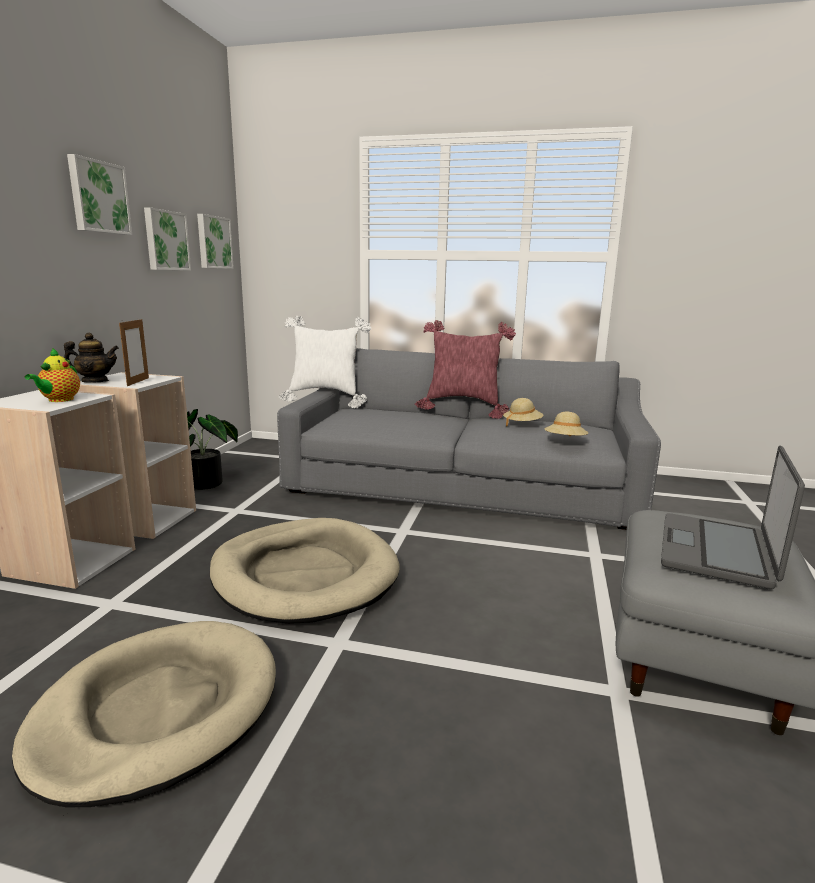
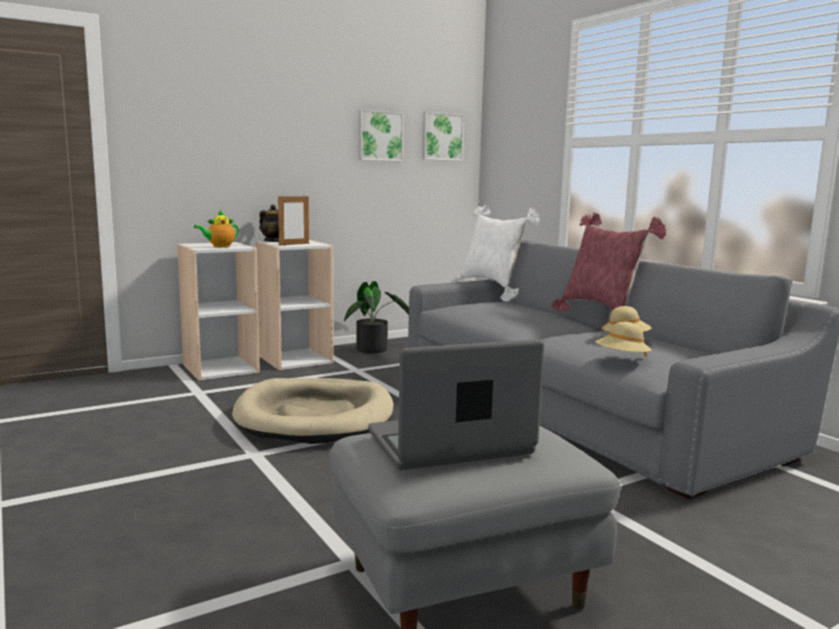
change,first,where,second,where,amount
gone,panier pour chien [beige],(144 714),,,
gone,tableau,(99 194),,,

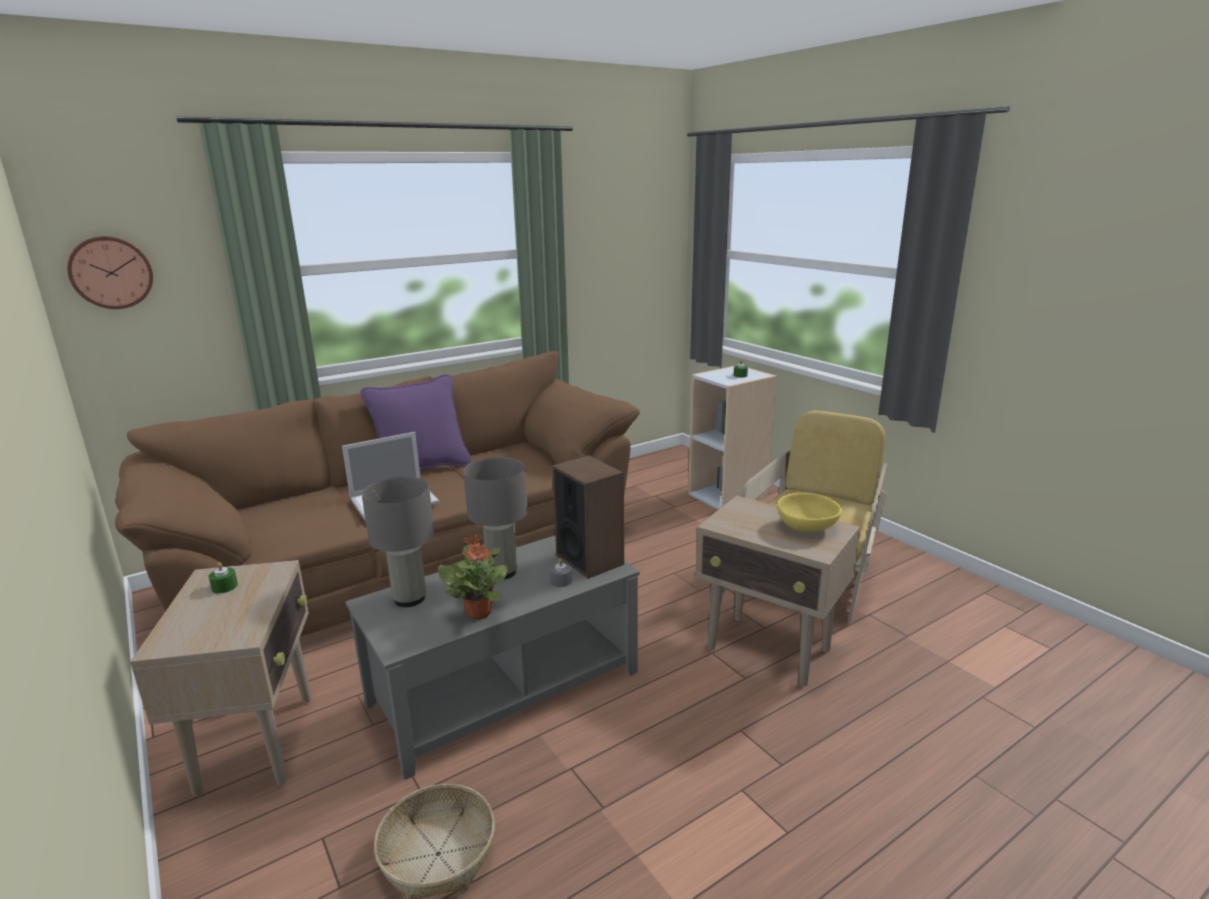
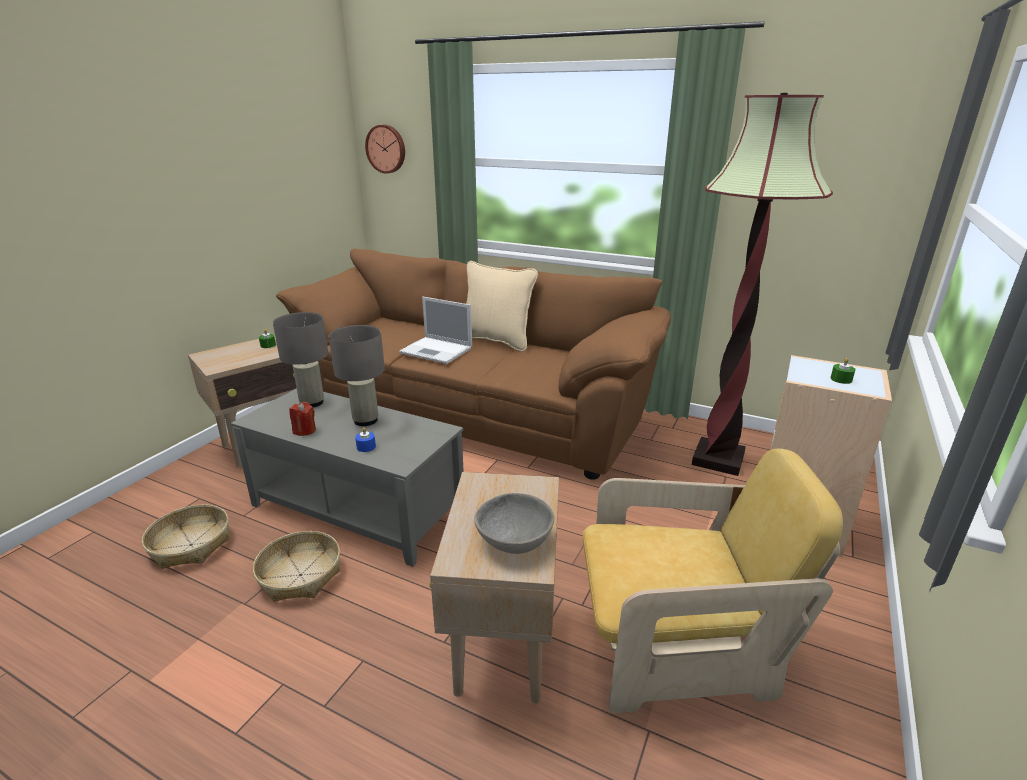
change,first,where,second,where,amount
gone,enceinte,(588 517),,,
new,,,panier,(296 566),
new,,,lampadaire,(762 284),
swapped,plante en pot,(472 577),bougie [rouge],(302 419),
repainted,coussin [violet],(415 422),coussin [beige],(502 306),
repainted,bougie [gris],(561 572),bougie [bleu],(365 439),
repainted,bol [jaune],(809 512),bol [gris],(514 523),

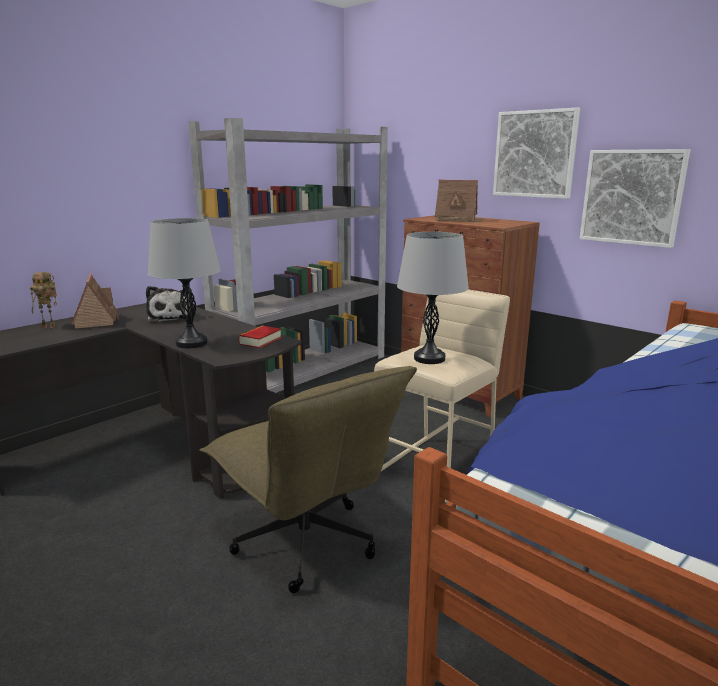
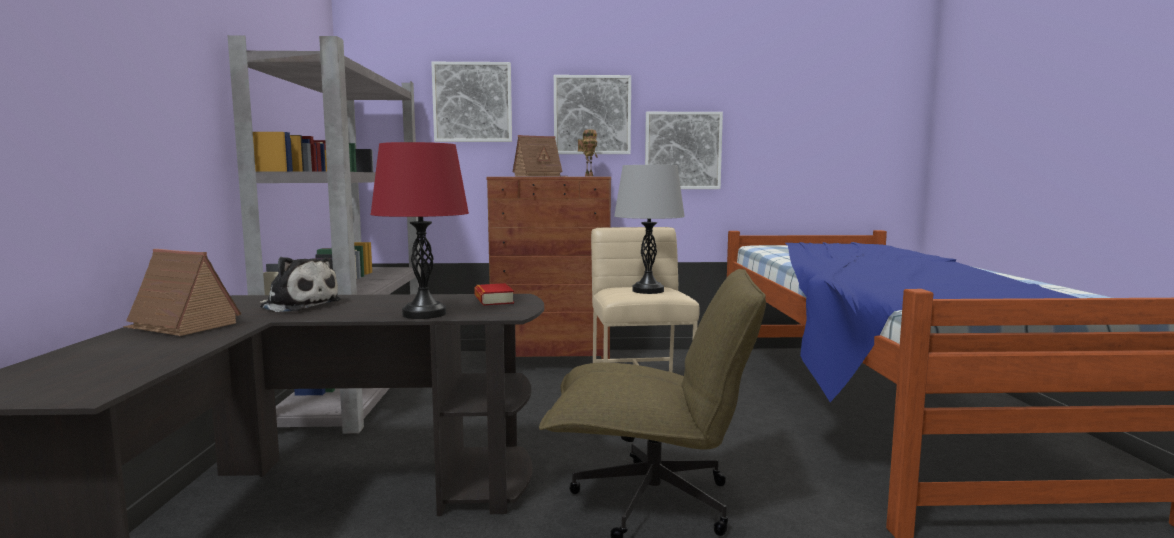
change,first,where,second,where,amount
new,,,tableau,(471 102),
shifted,robot jouet,(43 300),,(588 153),
repainted,lampe de table [gris],(184 283),lampe de table [rouge],(419 230),

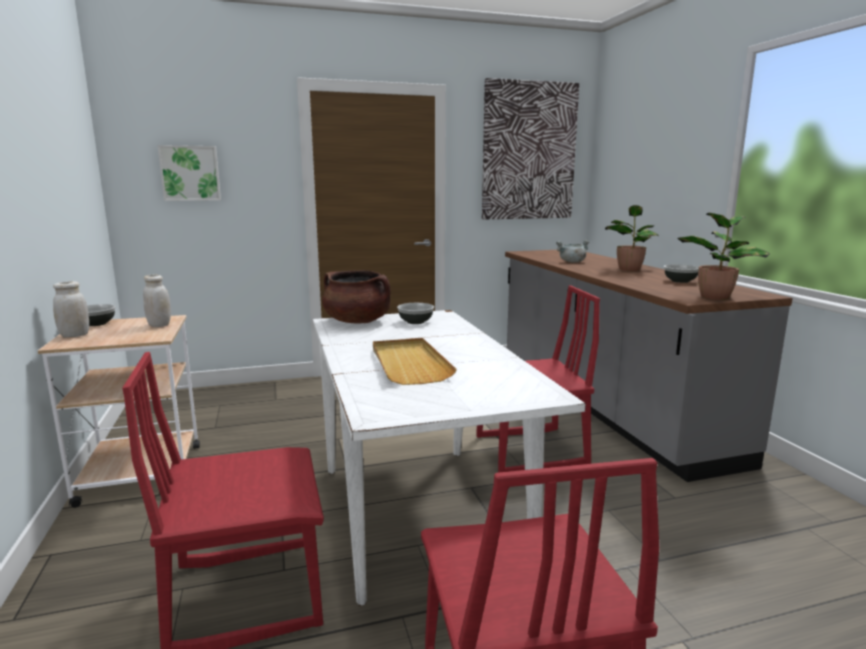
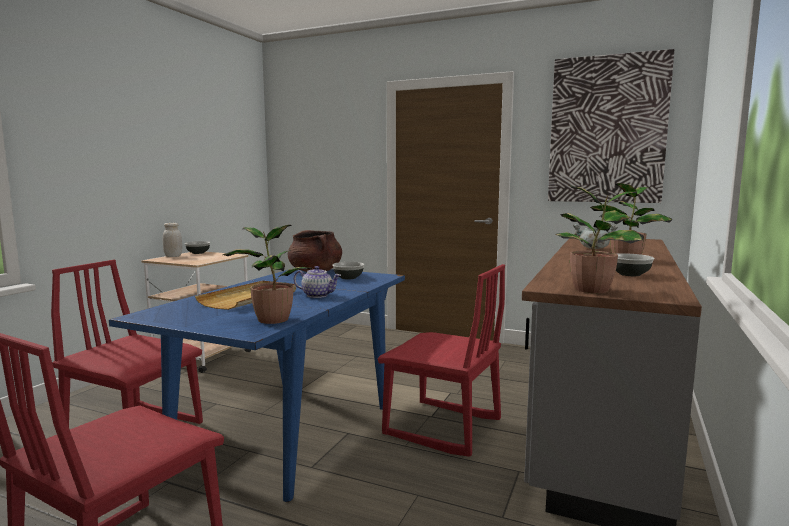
change,first,where,second,where,amount
gone,bocal [blanc],(157 301),,,
gone,tableau,(189 173),,,
new,,,plante en pot,(267 274),
new,,,théière,(317 282),
repainted,table à manger [blanc],(449 457),table à manger [bleu],(257 385),

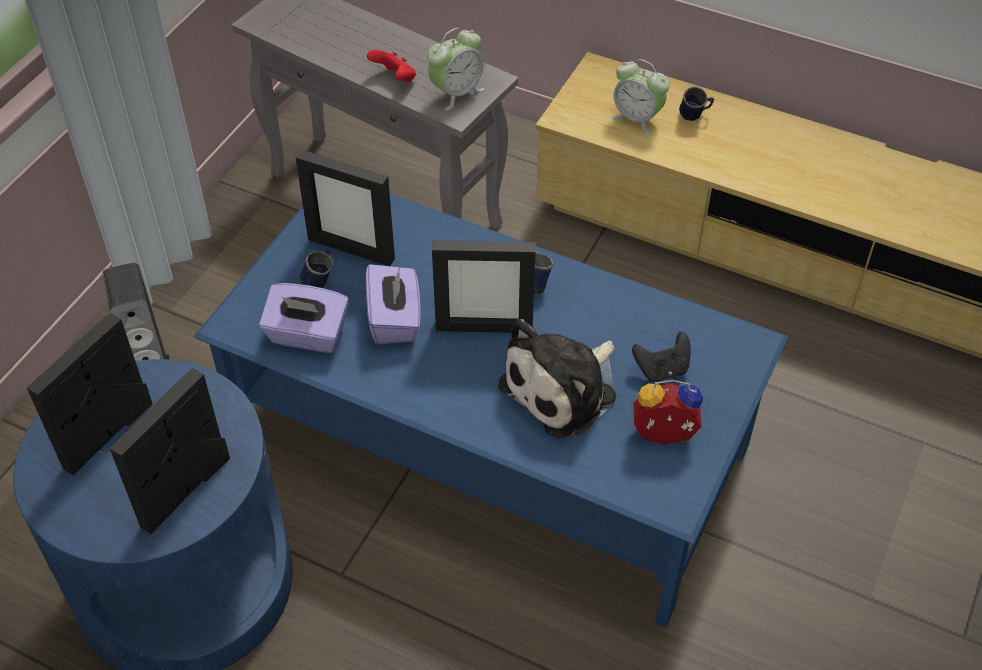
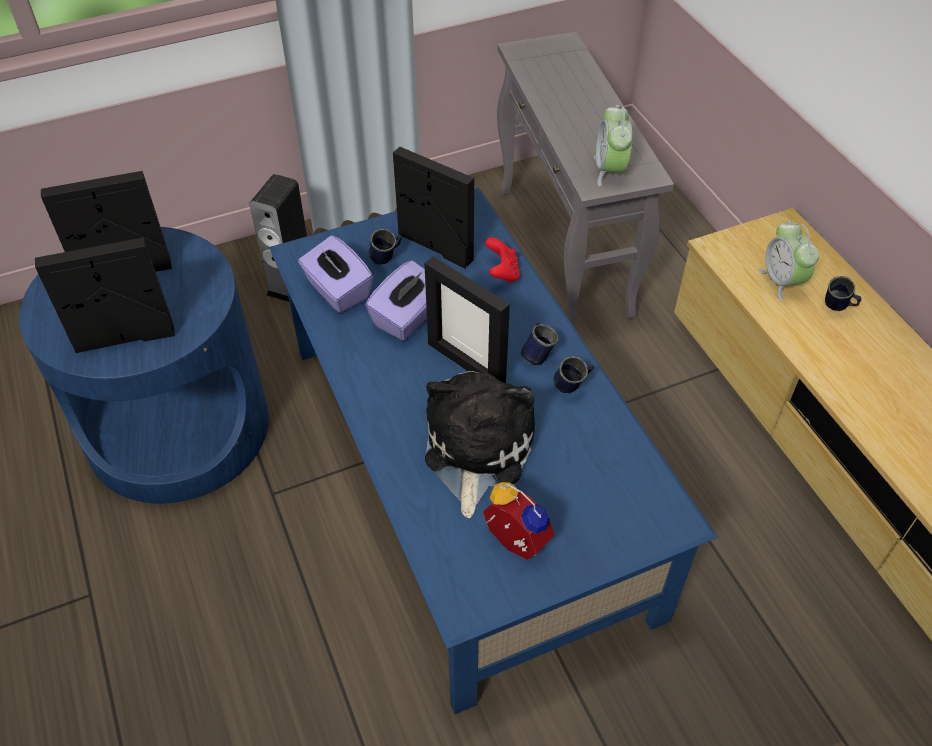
change,first,where,second,where,amount
gone,manette [noir],(661 357),,,
new,,,mug [bleu],(574 374),
shifted,manette [rouge],(391 65),,(502 260),
rotated,cadre photo,(345 208),,(433 208),150 degrees clockwise
rotated,réveil,(456 69),,(613 146),90 degrees clockwise
rotated,peluche,(557 378),,(480 444),105 degrees clockwise

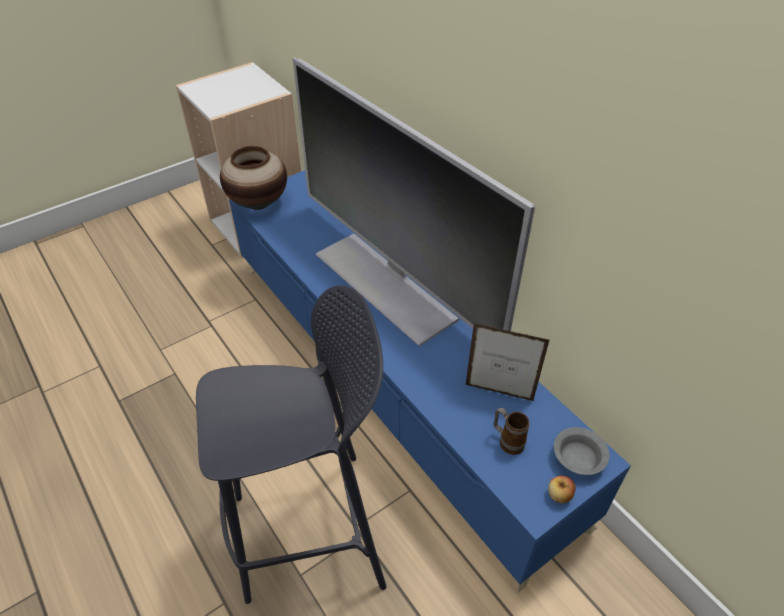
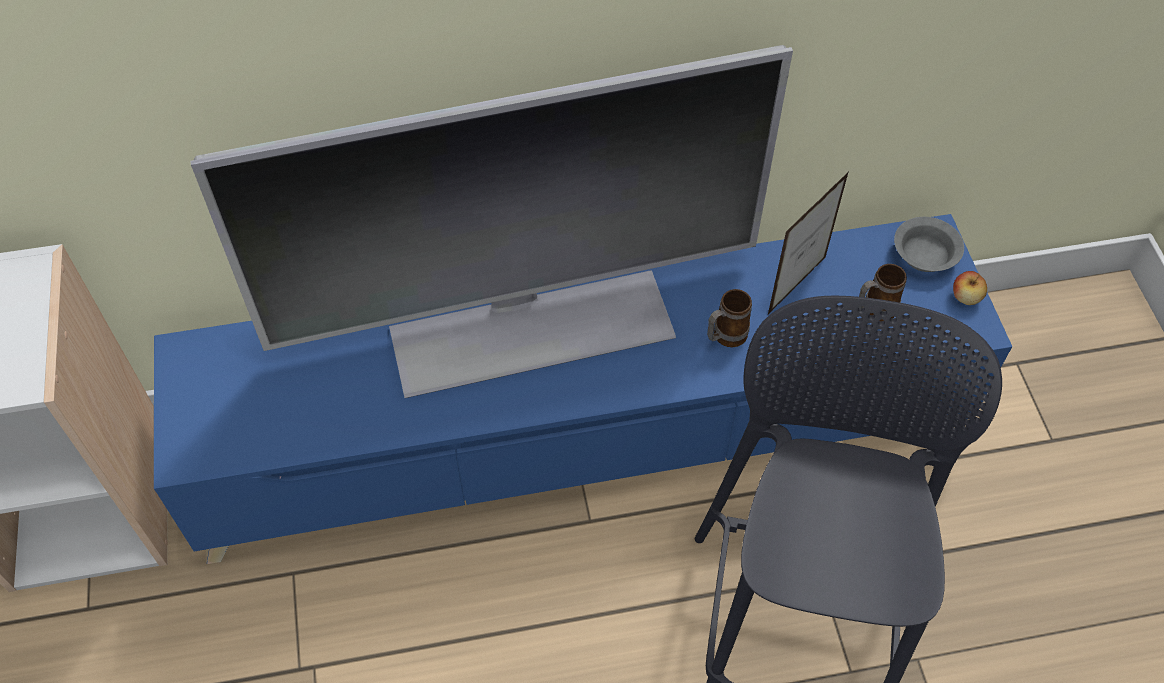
change,first,where,second,where,amount
gone,vase,(253 178),,,
new,,,mug,(729 318),

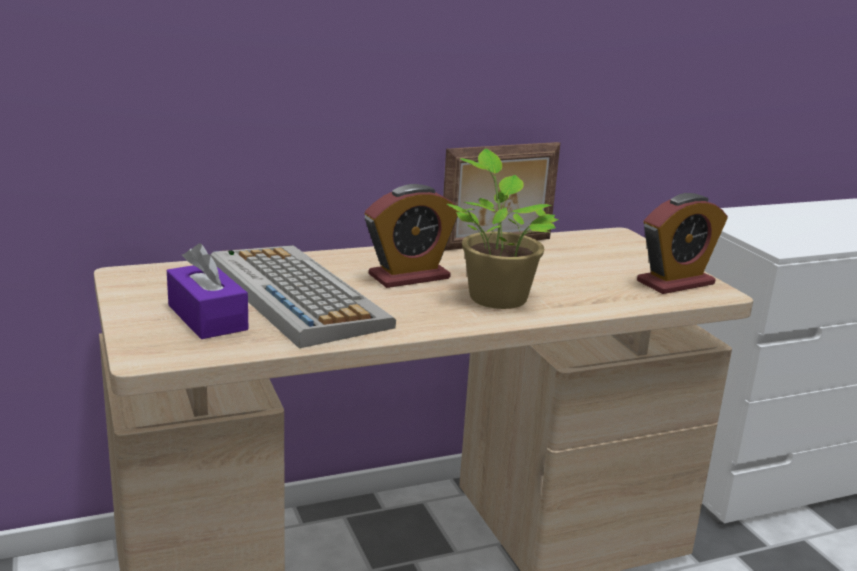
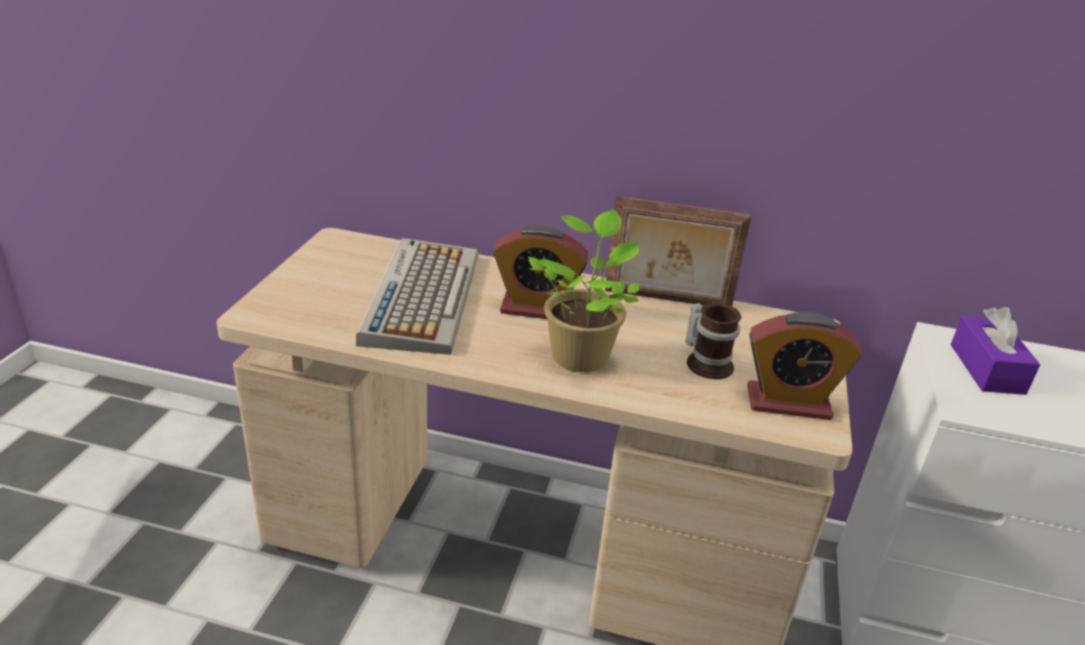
change,first,where,second,where,amount
new,,,mug,(713 341),
shifted,boîte à mouchoirs [violet],(207 291),,(995 351),

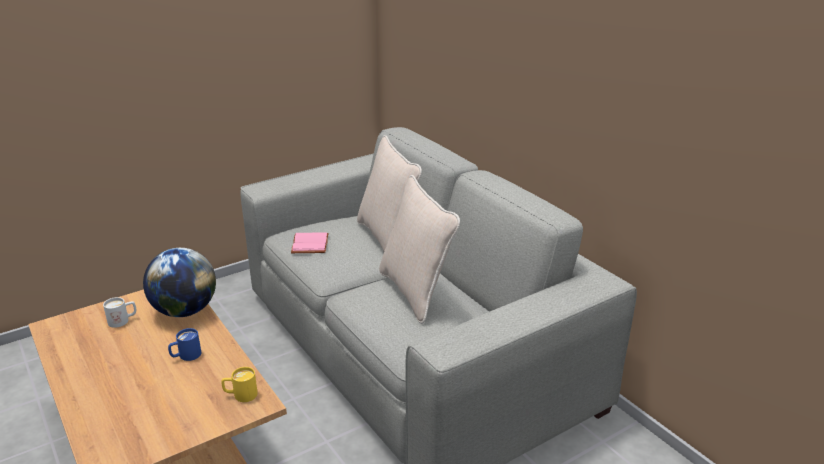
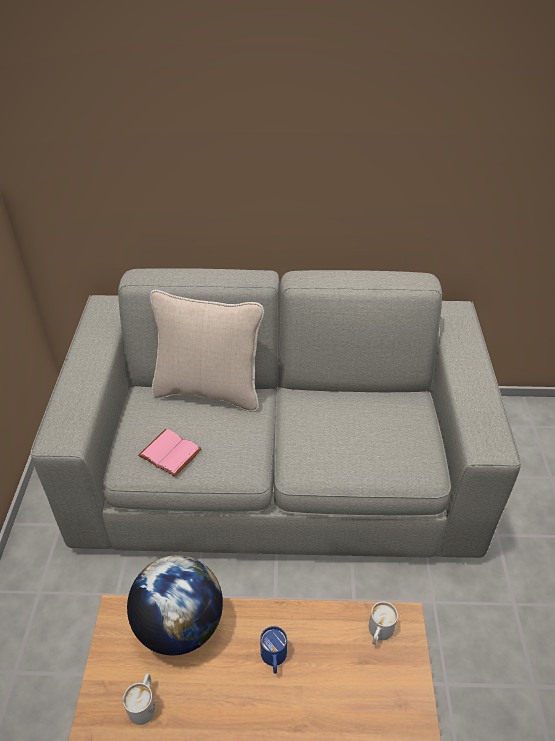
change,first,where,second,where,amount
gone,coussin [beige],(419 249),,,
repainted,mug [jaune],(239 384),mug [blanc],(383 623),

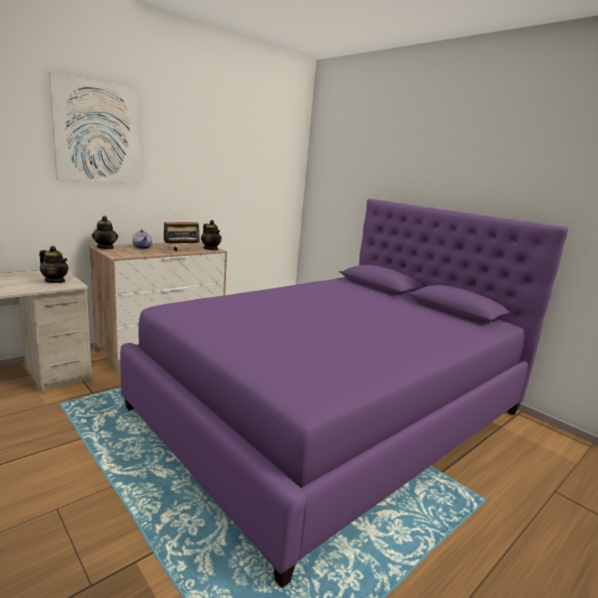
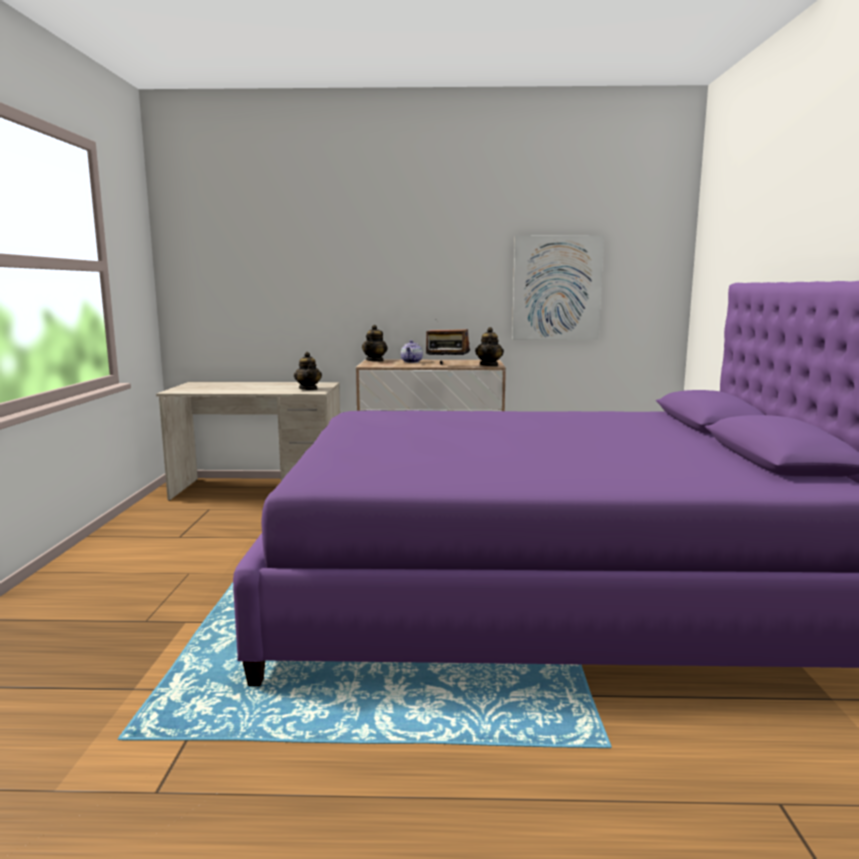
change,first,where,second,where,amount
shifted,tableau,(94 128),,(558 287),

